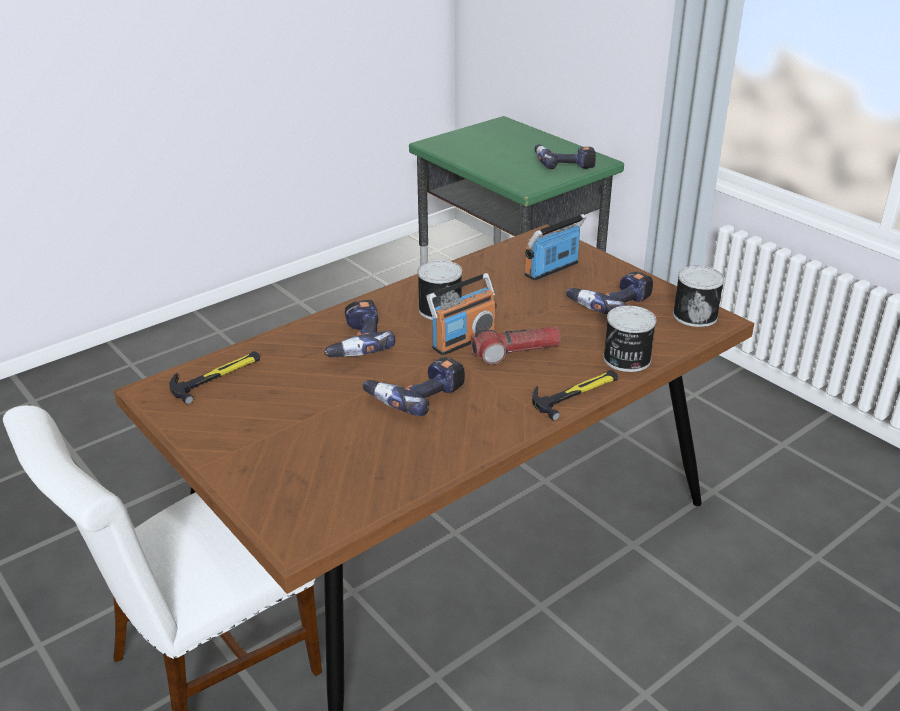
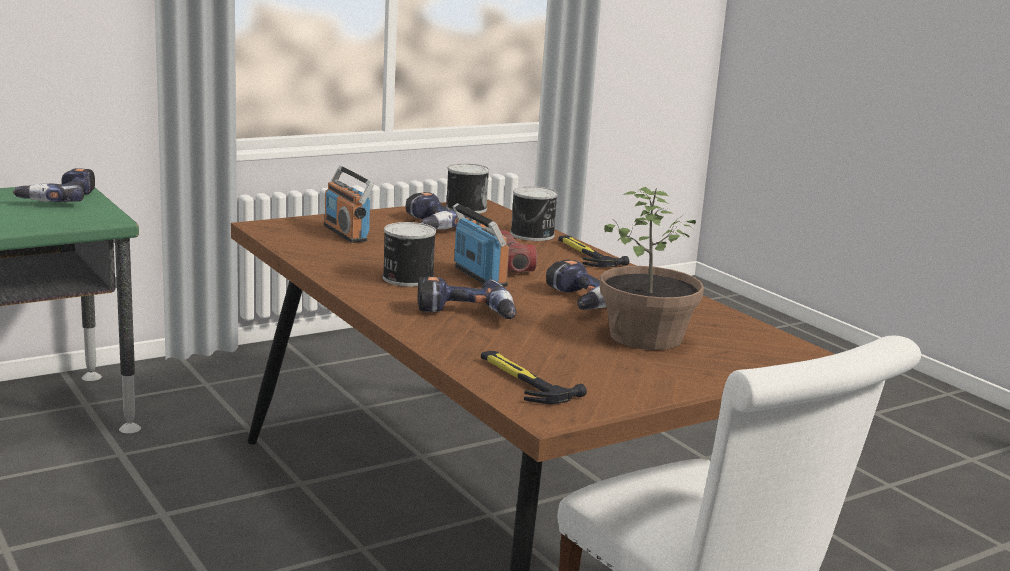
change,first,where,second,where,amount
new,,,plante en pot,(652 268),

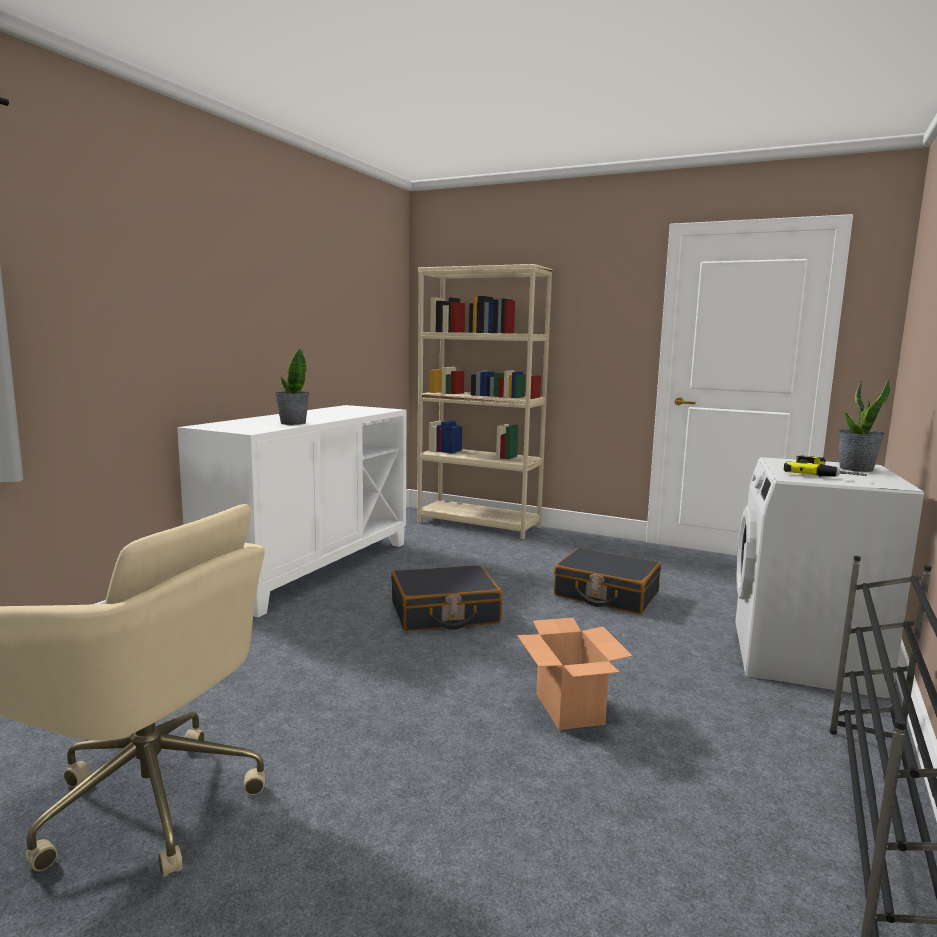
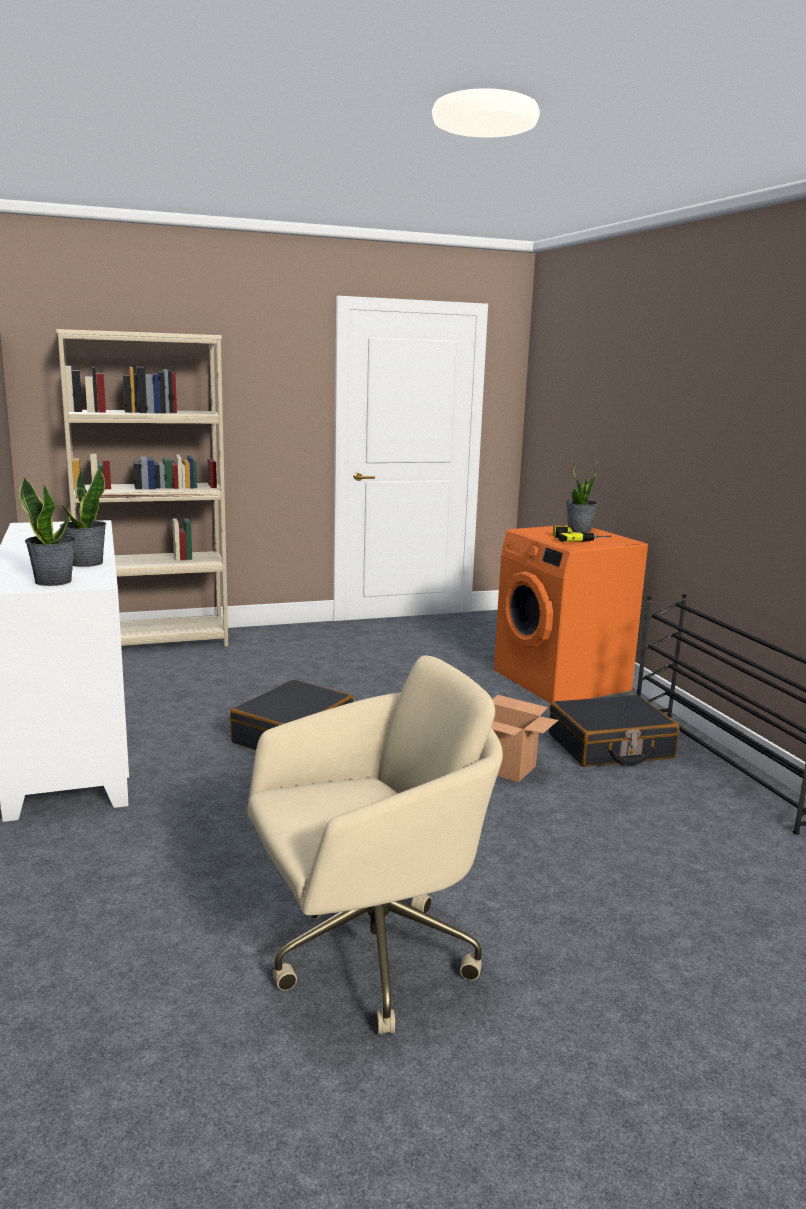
change,first,where,second,where,amount
new,,,plante en pot,(47 531),
shifted,valise [noir],(607 581),,(614 731),
repainted,lave-linge [blanc],(829 578),lave-linge [orange],(571 614),

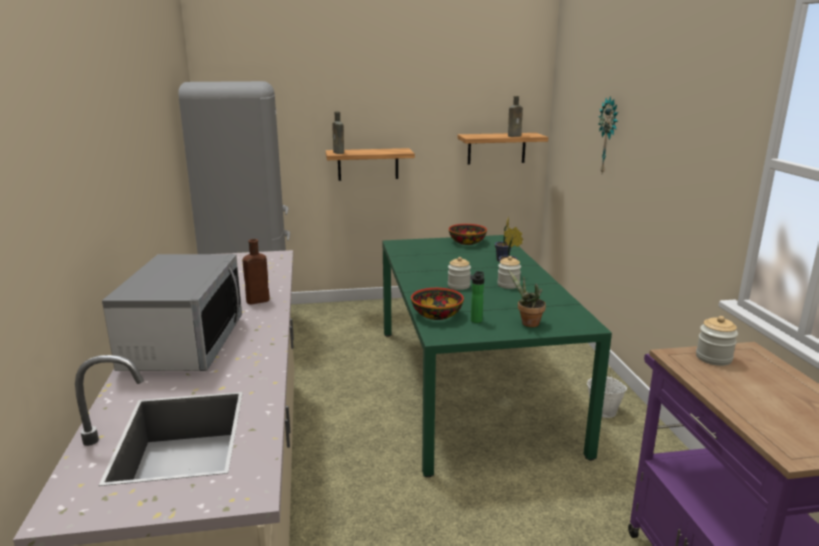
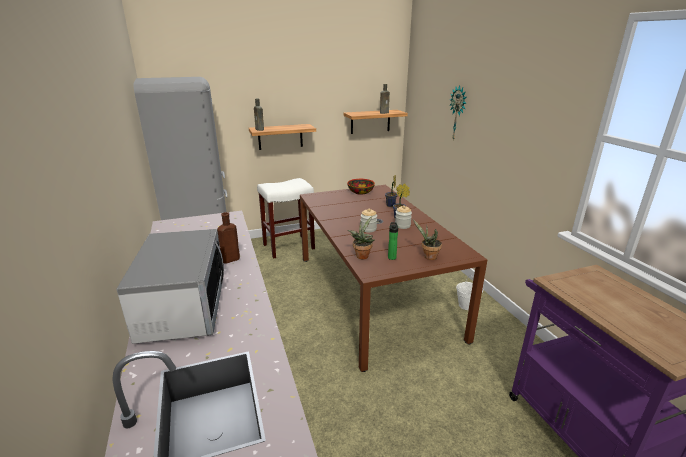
change,first,where,second,where,amount
gone,bocal,(717 341),,,
new,,,tabouret [blanc],(286 218),
swapped,bol,(437 304),plante en pot,(361 237),
repainted,table à manger [vert],(497 356),table à manger [marron],(393 278),

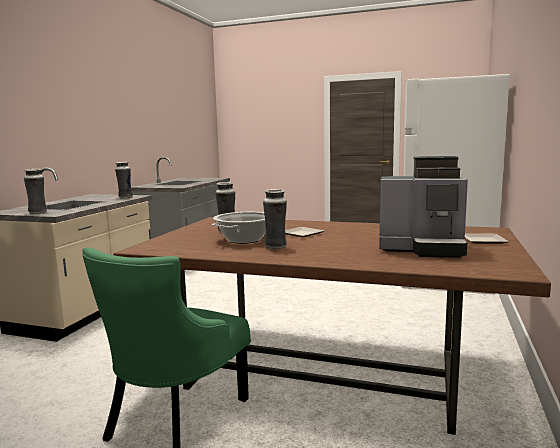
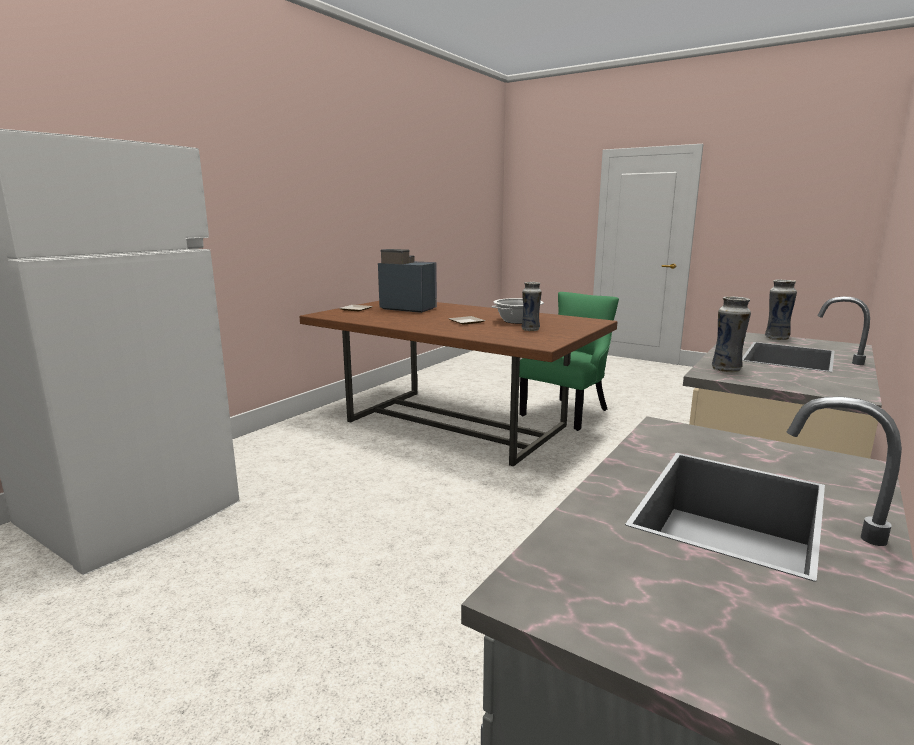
change,first,where,second,where,amount
gone,vase,(275 219),,,

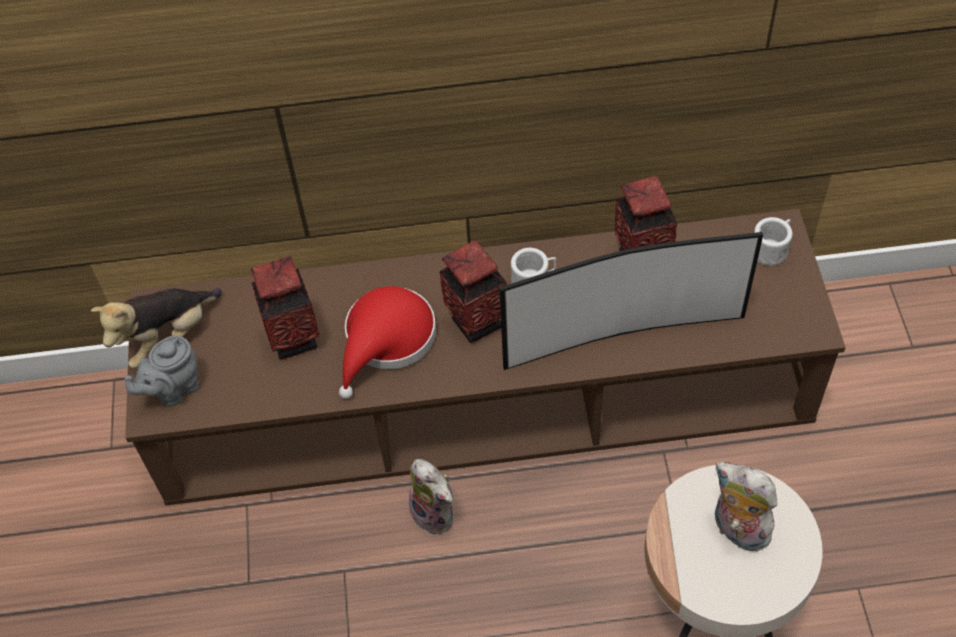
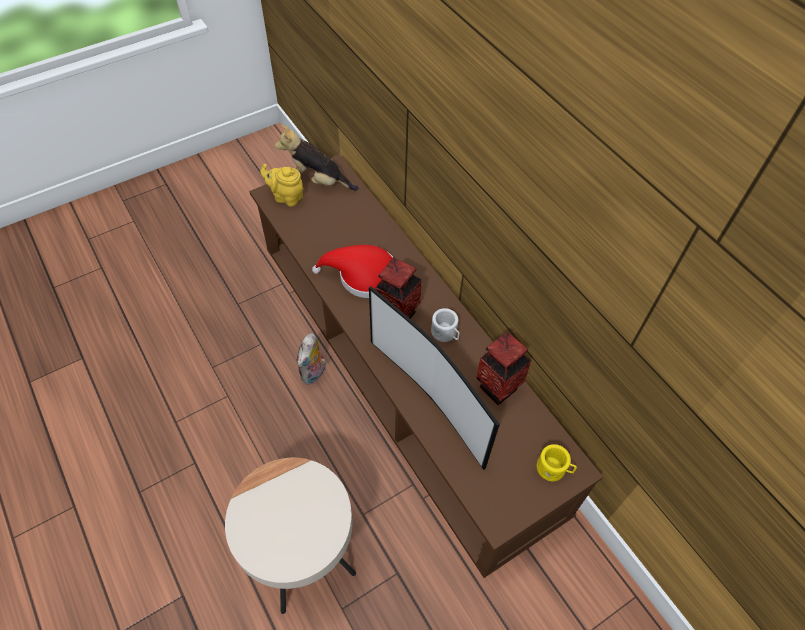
change,first,where,second,where,amount
gone,vase,(285 308),,,
gone,peluche,(747 507),,,
repainted,théière [gris],(161 371),théière [jaune],(281 185),
repainted,mug [blanc],(773 241),mug [jaune],(557 462),

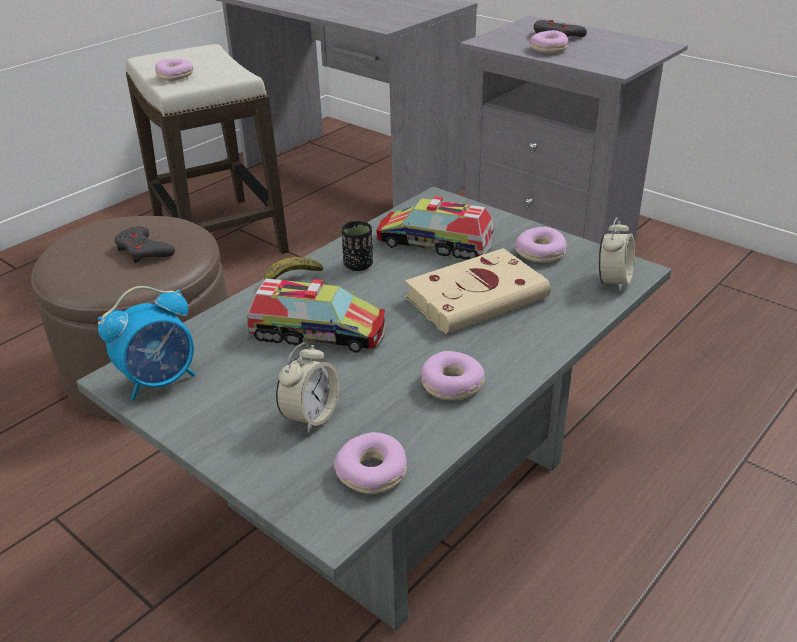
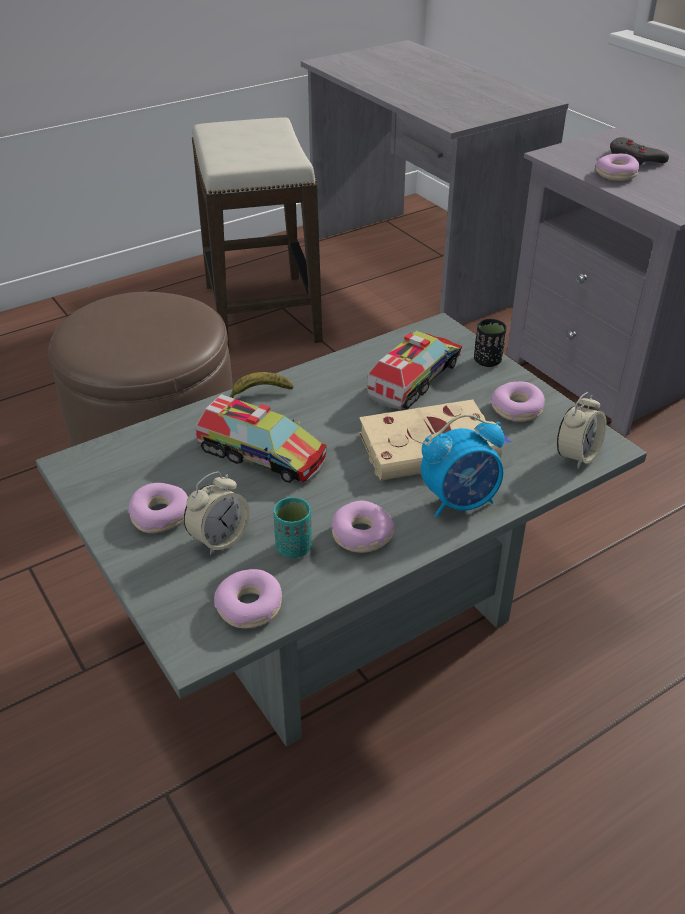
change,first,where,second,where,amount
gone,manette [gris],(145 244),,,
new,,,tasse [turquoise],(292 527),
shifted,réveil,(146 343),,(462 466),
shifted,beignet,(174 69),,(158 508),
shifted,tasse [noir],(357 246),,(490 343),
rotated,camion jouet,(435 227),,(414 370),90 degrees clockwise

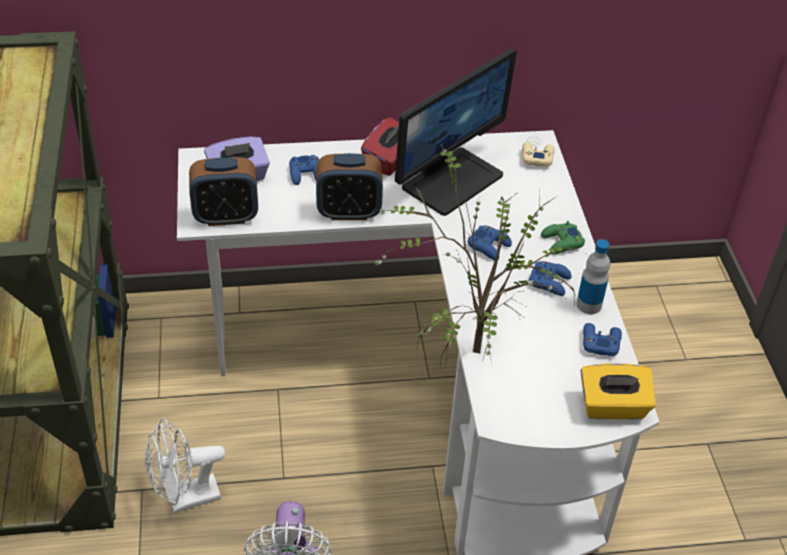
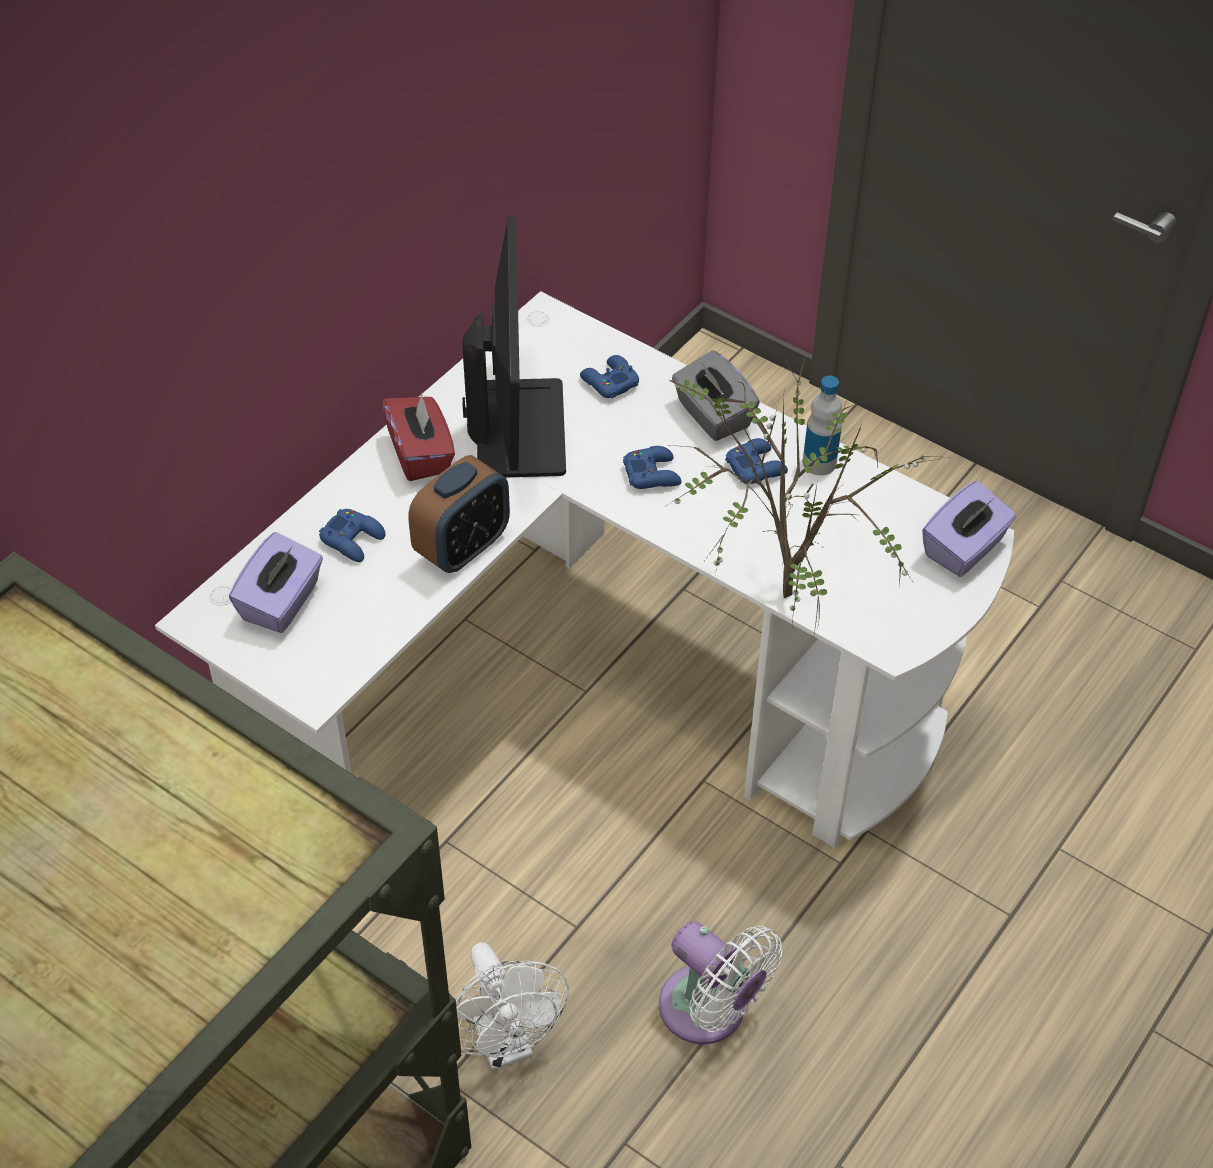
change,first,where,second,where,amount
gone,réveil,(223 191),,,
gone,manette [beige],(538 154),,,
shifted,manette [bleu],(602 340),,(609 376),
swapped,manette [vert],(563 237),boîte à mouchoirs [gris],(716 395),
repainted,boîte à mouchoirs [jaune],(618 391),boîte à mouchoirs [violet],(969 529),
rotated,ventilateur [blanc],(185 465),,(512 1006),45 degrees counterclockwise

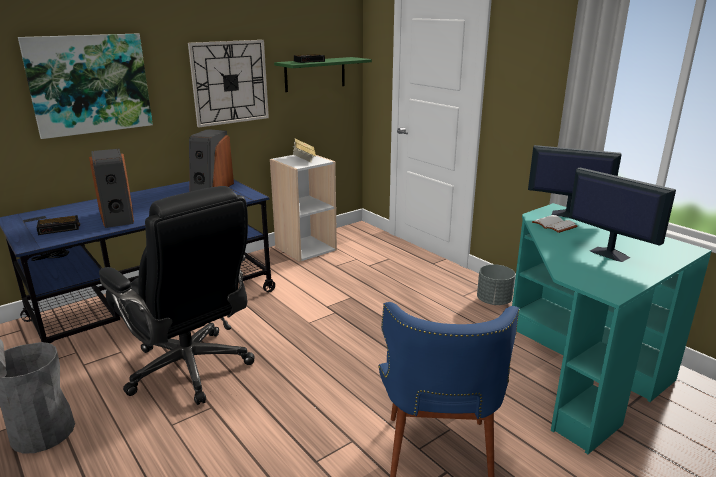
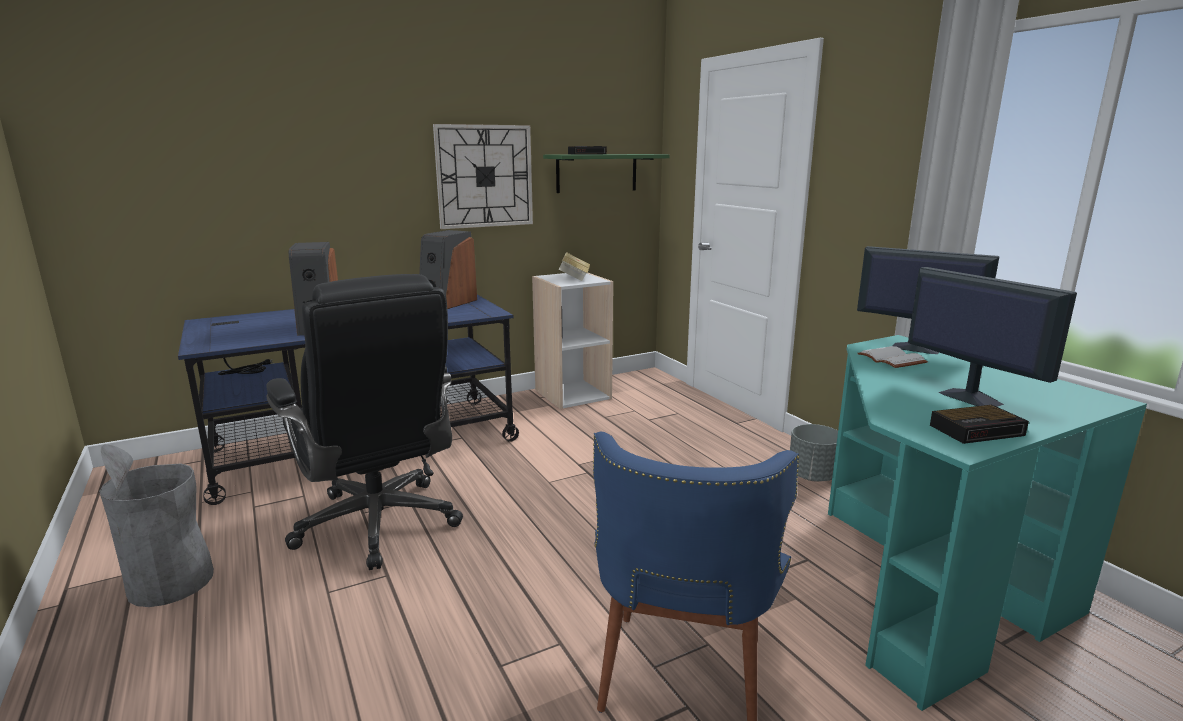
change,first,where,second,where,amount
gone,tableau,(85 86),,,
shifted,réveil,(59 225),,(979 424),

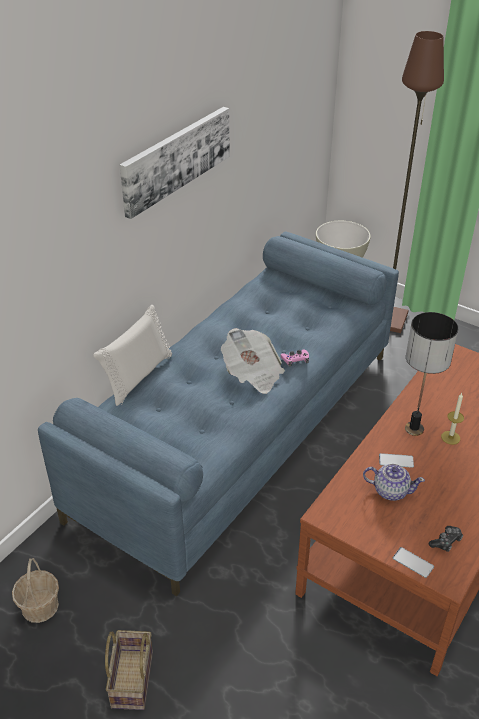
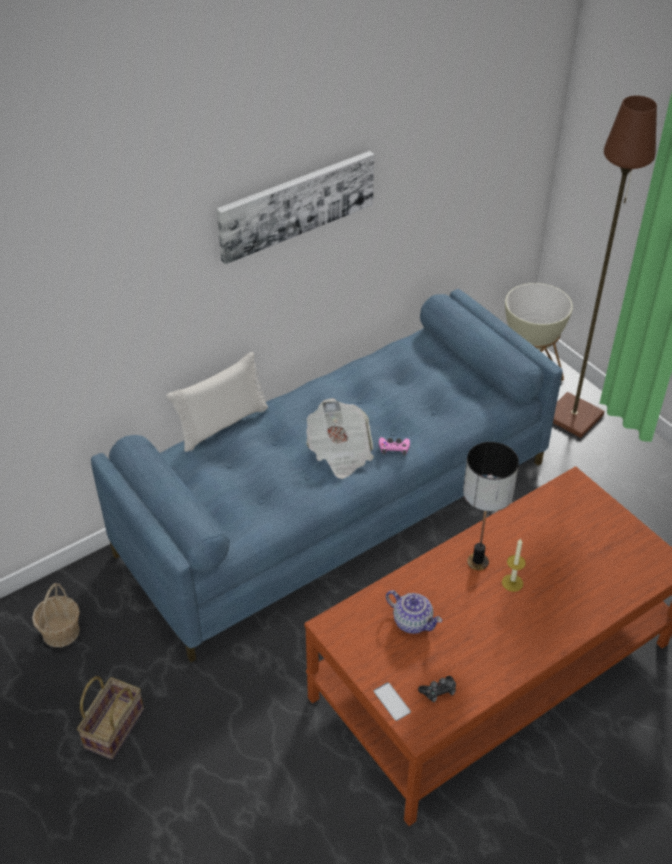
change,first,where,second,where,amount
gone,téléphone,(396 460),,,

